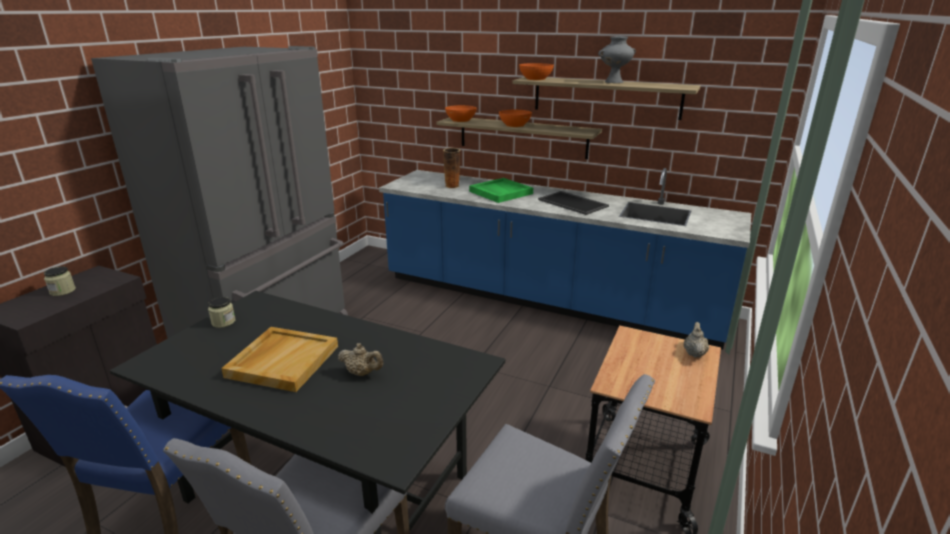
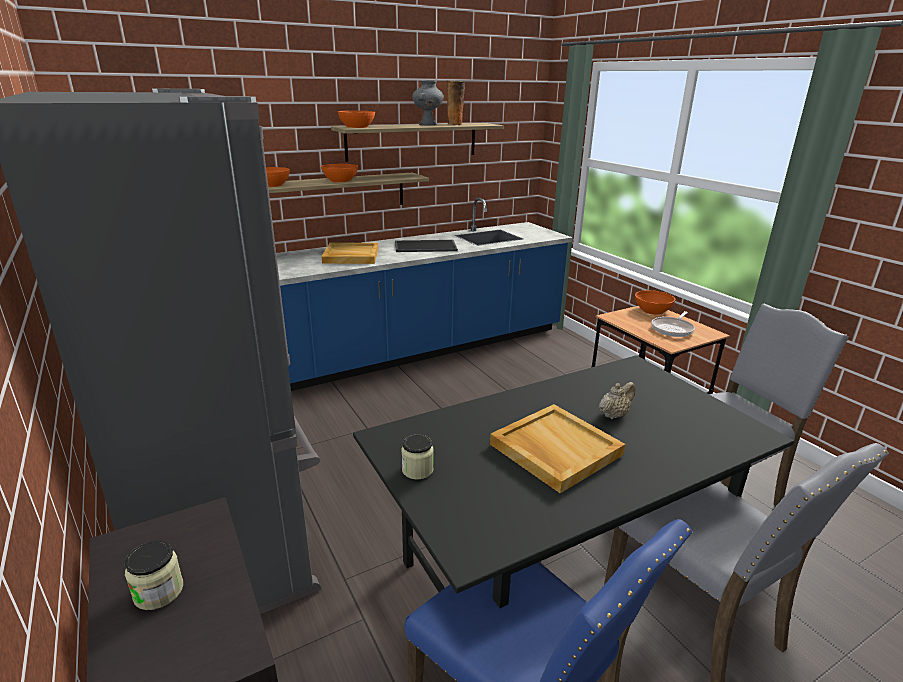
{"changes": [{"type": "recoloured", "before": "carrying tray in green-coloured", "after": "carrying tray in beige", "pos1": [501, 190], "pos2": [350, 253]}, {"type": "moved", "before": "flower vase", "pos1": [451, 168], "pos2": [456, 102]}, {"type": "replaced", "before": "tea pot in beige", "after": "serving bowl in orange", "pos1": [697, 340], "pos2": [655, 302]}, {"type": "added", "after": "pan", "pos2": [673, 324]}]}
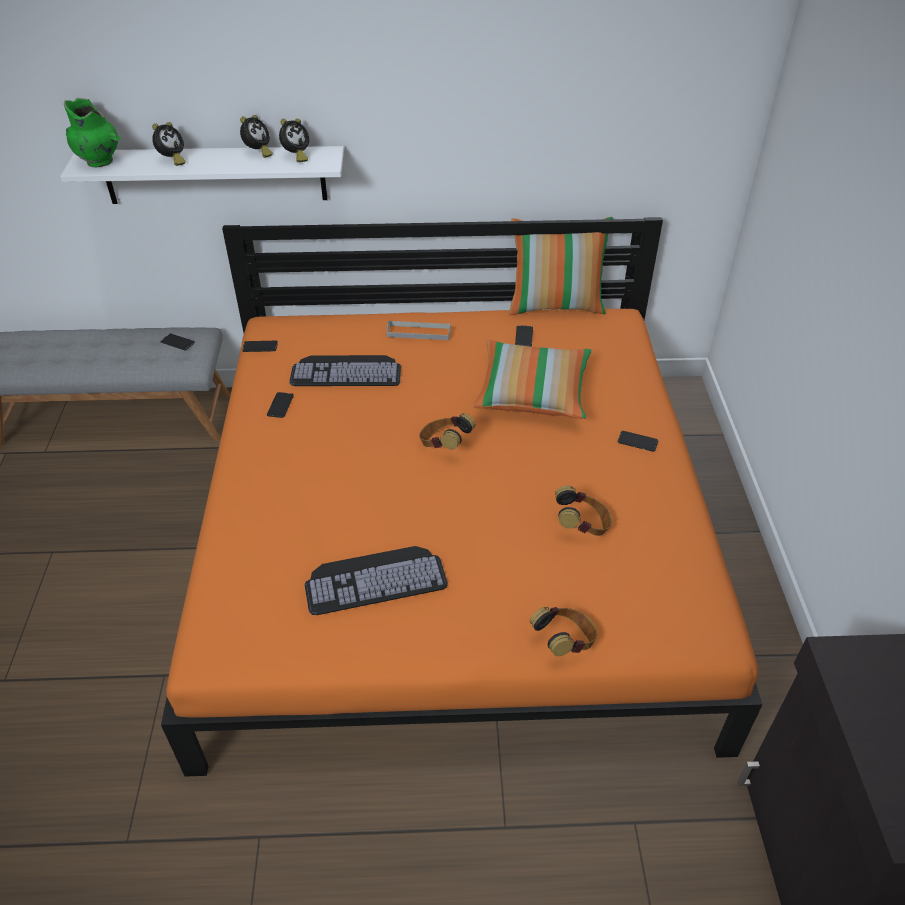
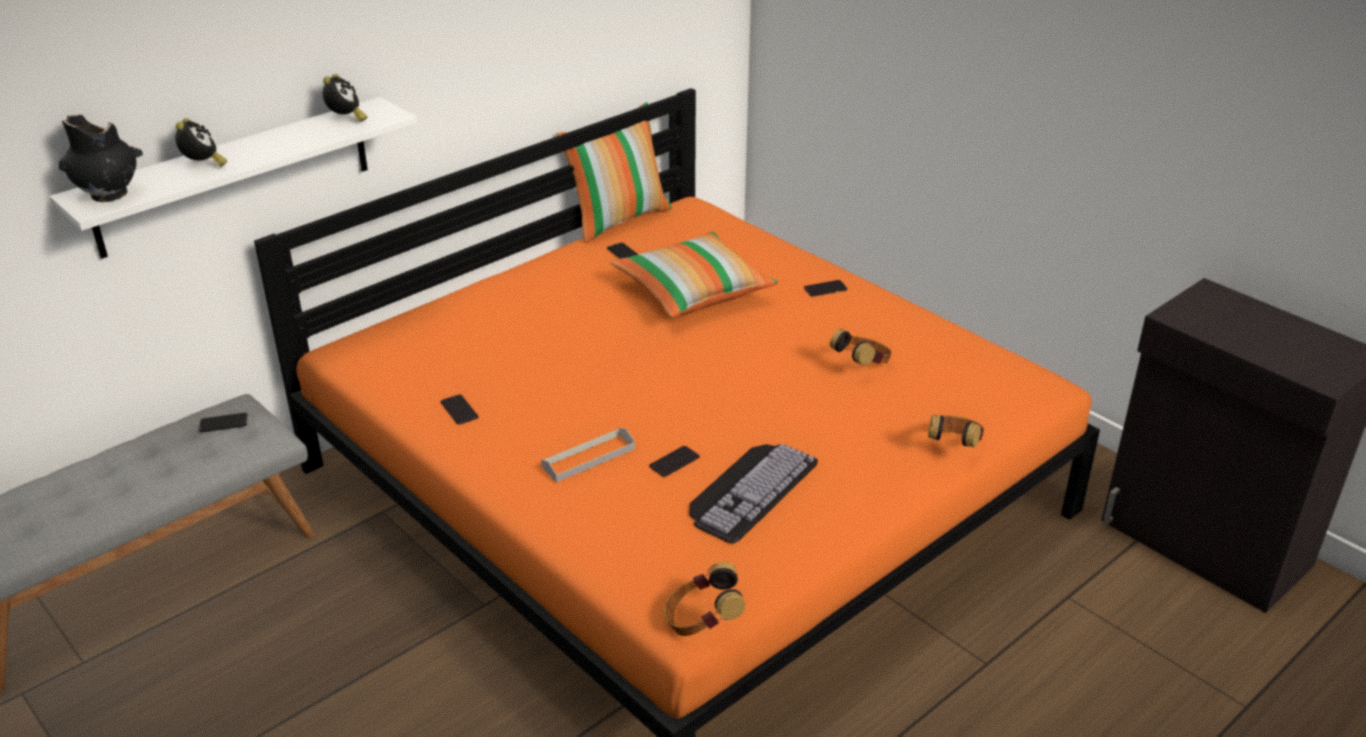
{"changes": [{"type": "recoloured", "before": "flower vase in green-coloured", "after": "flower vase in black", "pos1": [92, 132], "pos2": [101, 158]}, {"type": "moved", "before": "carrying tray in greyish", "pos1": [419, 330], "pos2": [588, 455]}, {"type": "moved", "before": "telephone", "pos1": [260, 346], "pos2": [674, 461]}, {"type": "moved", "before": "headset", "pos1": [447, 432], "pos2": [704, 599]}, {"type": "removed", "before": "table clock", "pos1": [256, 136]}, {"type": "removed", "before": "computer keyboard", "pos1": [345, 370]}]}
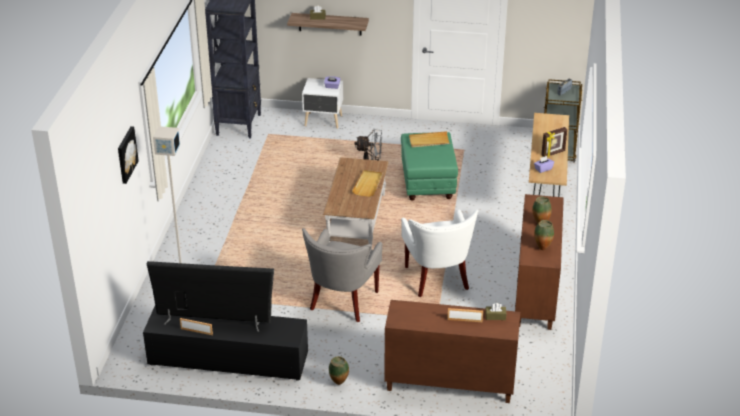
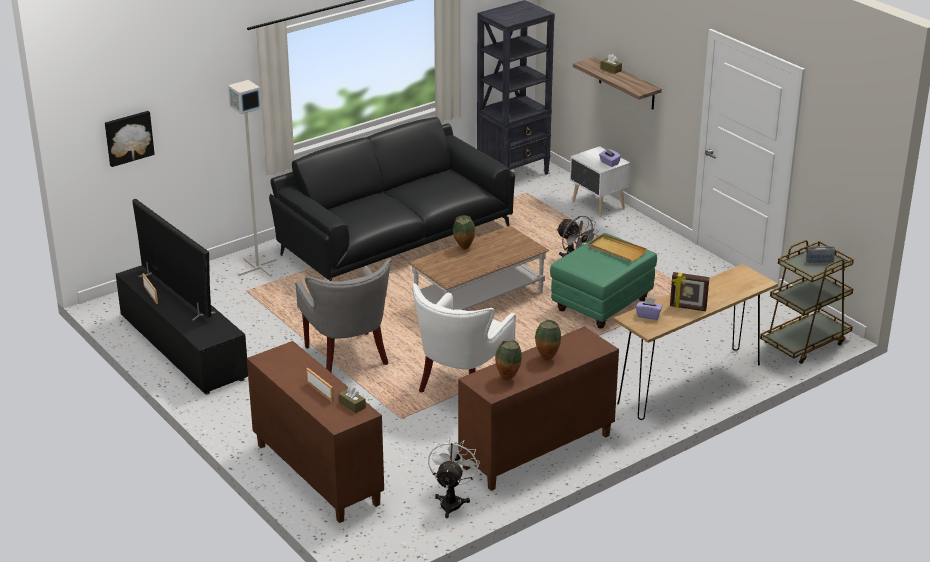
{"changes": [{"type": "moved", "before": "picture", "pos1": [128, 155], "pos2": [130, 139]}, {"type": "added", "after": "settee in black", "pos2": [392, 199]}, {"type": "turned", "before": "lounge chair in greyish", "pos1": [342, 275], "pos2": [343, 315], "turn": -90}, {"type": "added", "after": "fan in white-coloured", "pos2": [454, 477]}, {"type": "moved", "before": "flower vase", "pos1": [339, 370], "pos2": [464, 232]}, {"type": "removed", "before": "carrying tray in beige", "pos1": [367, 183]}]}
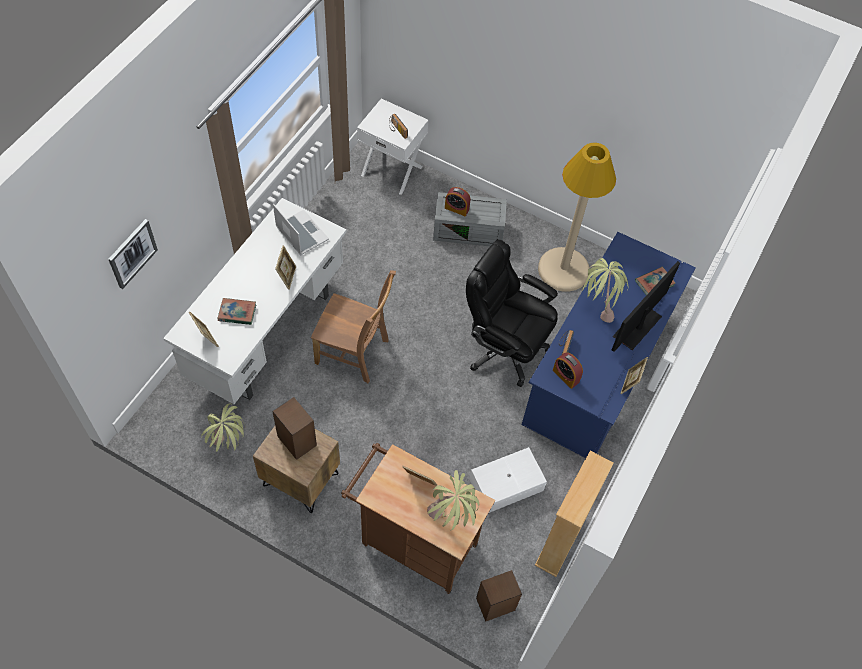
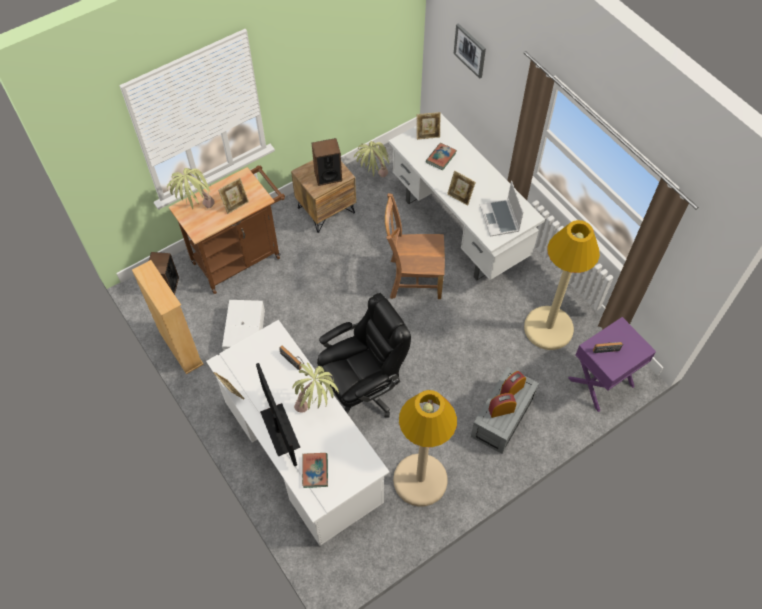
{"changes": [{"type": "recoloured", "before": "desk table in blue-coloured", "after": "desk table in white-coloured", "pos1": [609, 345], "pos2": [298, 433]}, {"type": "turned", "before": "chair in brown", "pos1": [353, 326], "pos2": [415, 246], "turn": 45}, {"type": "turned", "before": "notebook computer", "pos1": [301, 229], "pos2": [501, 209], "turn": 90}, {"type": "moved", "before": "table clock", "pos1": [568, 370], "pos2": [503, 405]}, {"type": "added", "after": "floor lamp in beige", "pos2": [562, 285]}, {"type": "recoloured", "before": "night table in white-coloured", "after": "night table in purple-coloured", "pos1": [393, 146], "pos2": [612, 364]}]}
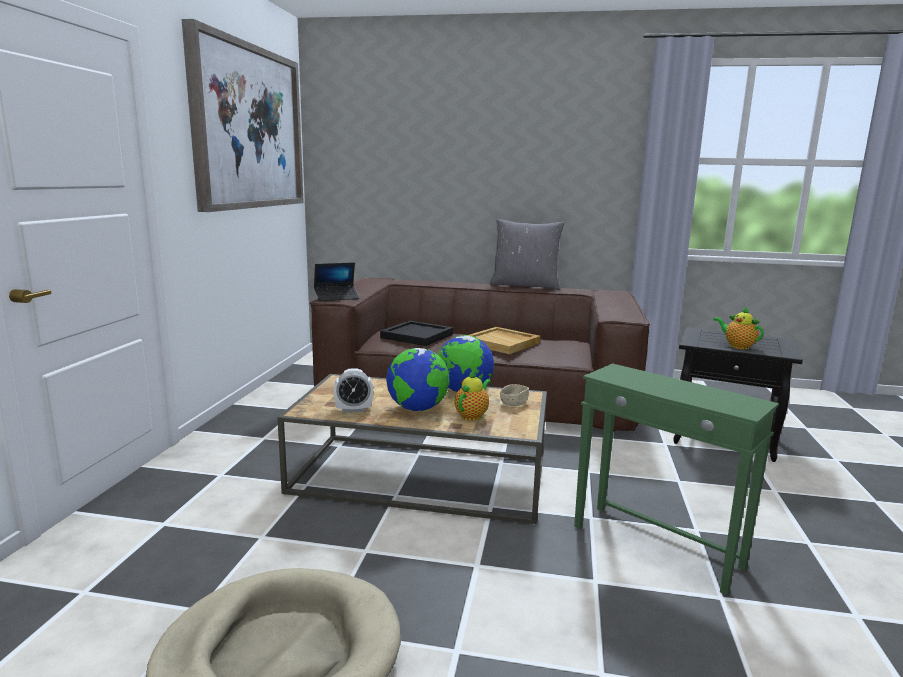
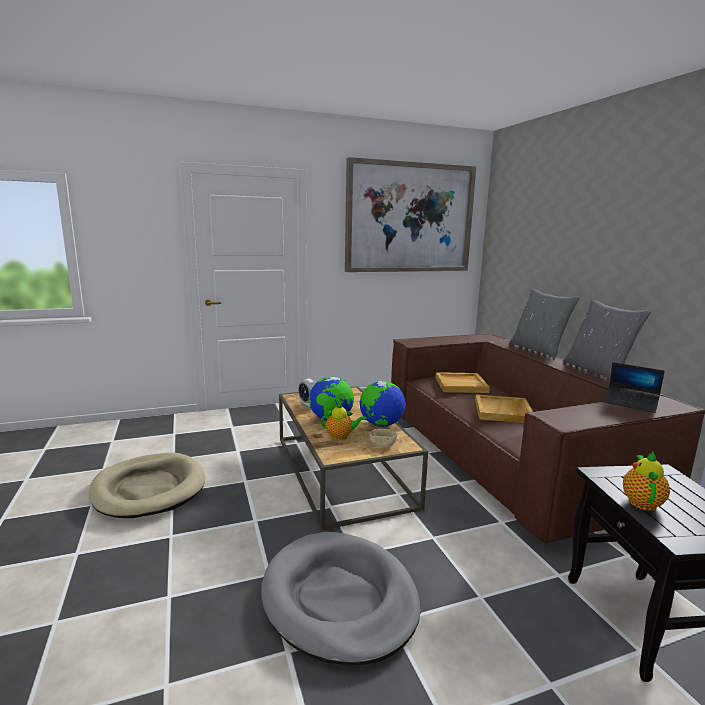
{"changes": [{"type": "replaced", "before": "end table in green-coloured", "after": "pet bed in greyish", "pos1": [676, 479], "pos2": [340, 599]}, {"type": "recoloured", "before": "carrying tray in black", "after": "carrying tray in beige", "pos1": [416, 333], "pos2": [462, 382]}, {"type": "added", "after": "cushion in greyish", "pos2": [545, 323]}, {"type": "moved", "before": "notebook computer", "pos1": [336, 281], "pos2": [634, 387]}]}
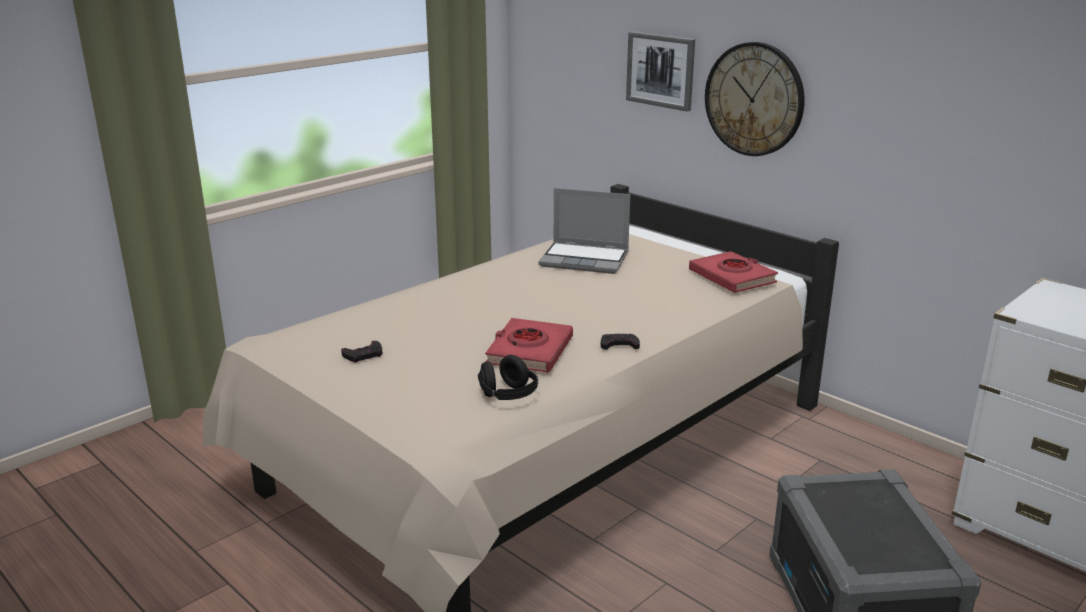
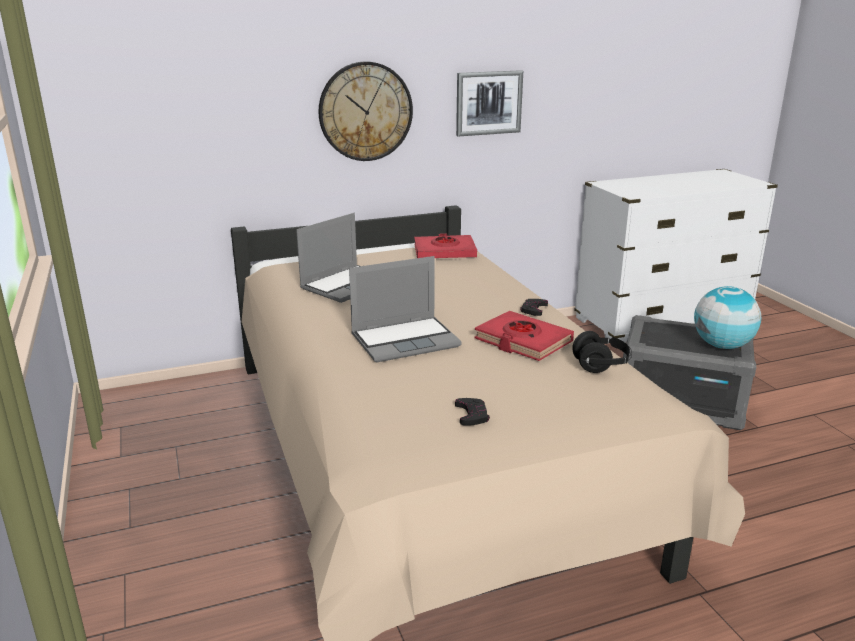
{"changes": [{"type": "added", "after": "notebook computer", "pos2": [405, 309]}, {"type": "moved", "before": "picture", "pos1": [660, 72], "pos2": [489, 103]}, {"type": "added", "after": "world globe", "pos2": [727, 317]}]}
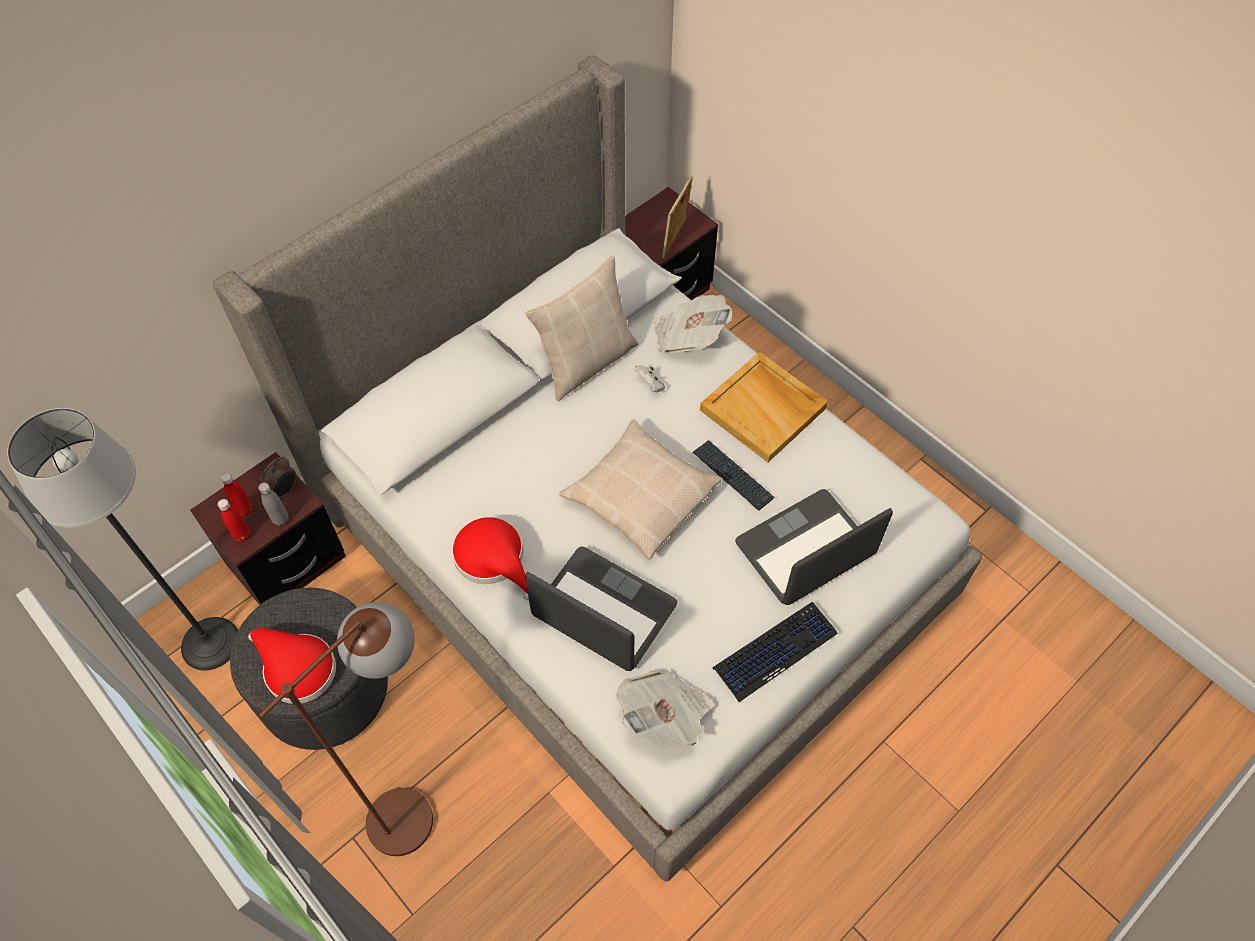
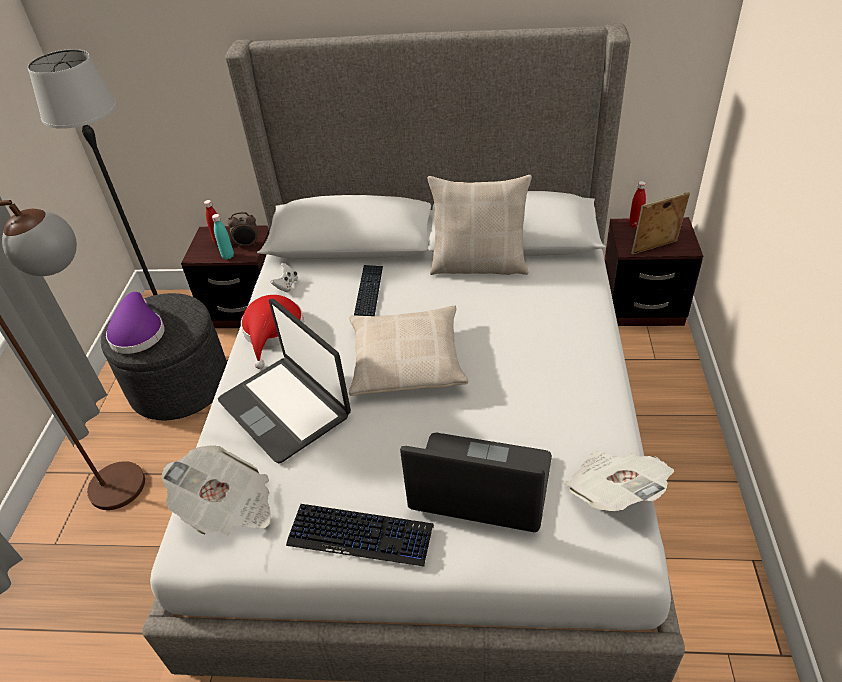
{"changes": [{"type": "recoloured", "before": "clothing hat in red", "after": "clothing hat in purple-coloured", "pos1": [292, 666], "pos2": [135, 323]}, {"type": "recoloured", "before": "drink bottle in greyish", "after": "drink bottle in blue-green", "pos1": [273, 504], "pos2": [223, 237]}, {"type": "turned", "before": "notebook computer", "pos1": [601, 609], "pos2": [284, 381], "turn": 150}, {"type": "moved", "before": "joypad in white-coloured", "pos1": [649, 378], "pos2": [284, 277]}, {"type": "moved", "before": "computer keyboard", "pos1": [733, 475], "pos2": [368, 290]}, {"type": "moved", "before": "printed paper", "pos1": [693, 324], "pos2": [619, 481]}, {"type": "moved", "before": "drink bottle in red", "pos1": [234, 520], "pos2": [637, 204]}, {"type": "removed", "before": "carrying tray in beige", "pos1": [764, 407]}]}
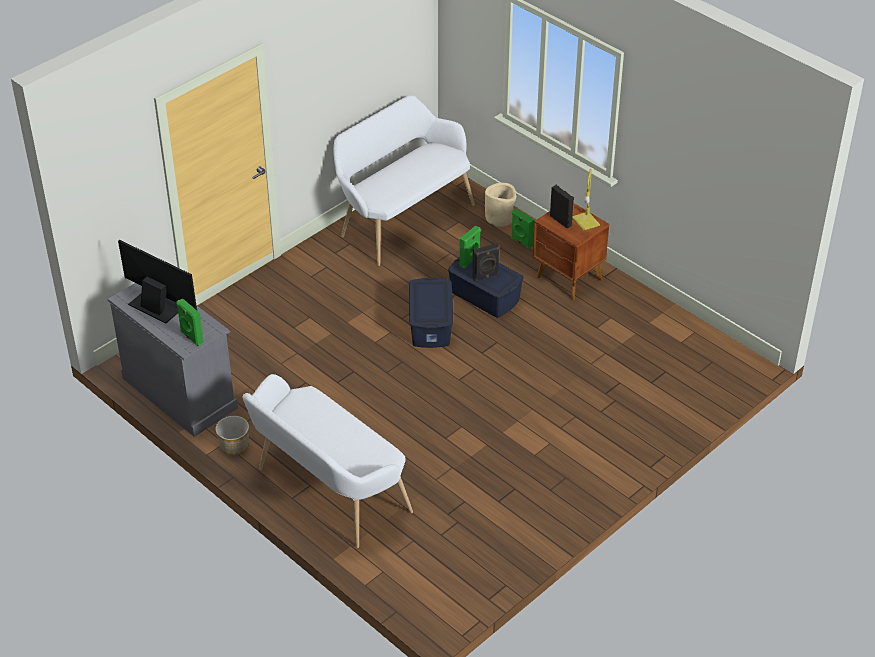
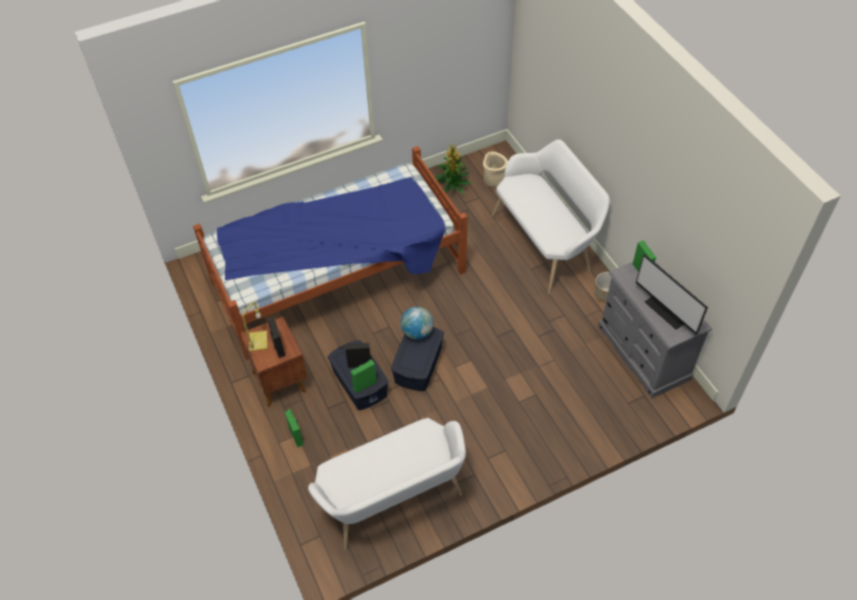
{"changes": [{"type": "added", "after": "bedroom bed", "pos2": [330, 253]}, {"type": "added", "after": "world globe", "pos2": [417, 323]}, {"type": "added", "after": "potted plant", "pos2": [453, 168]}, {"type": "moved", "before": "plant pot in beige", "pos1": [500, 205], "pos2": [495, 169]}]}
